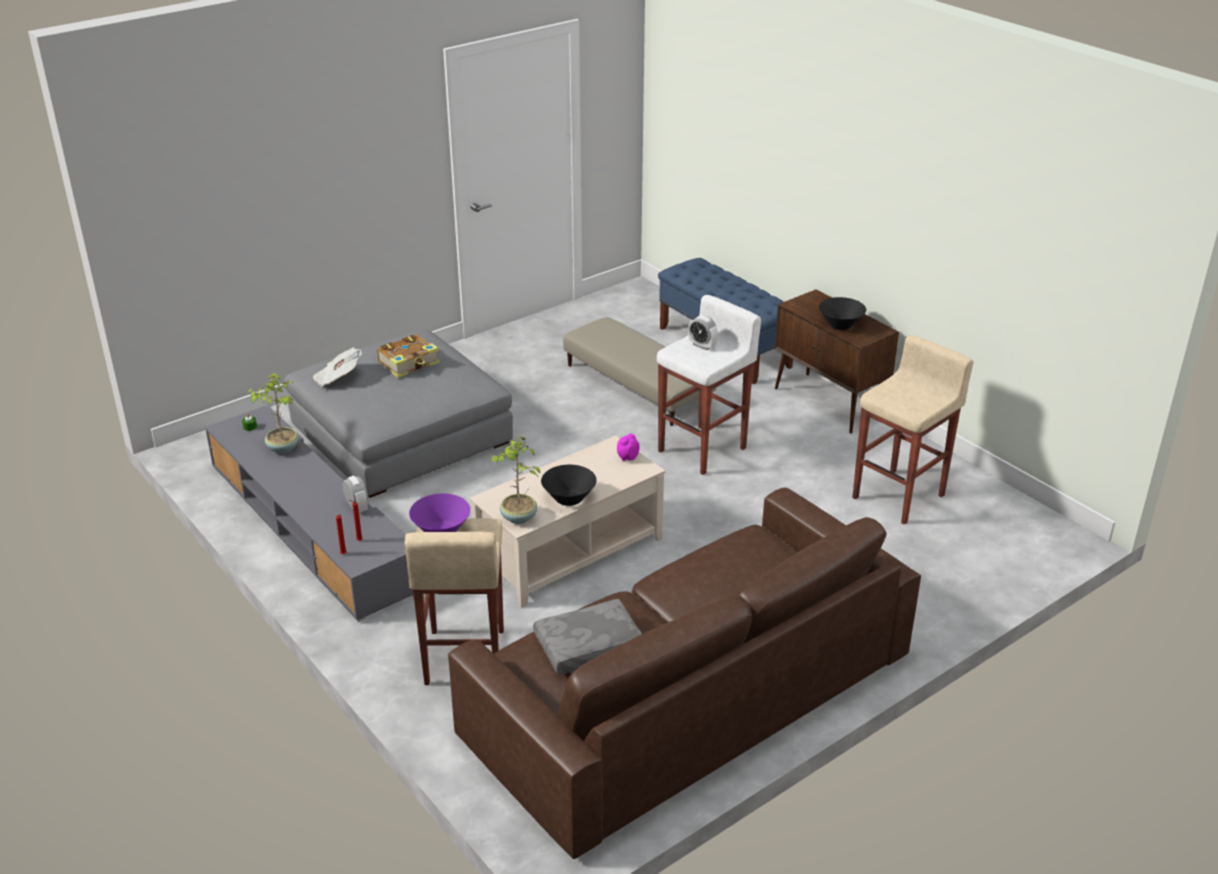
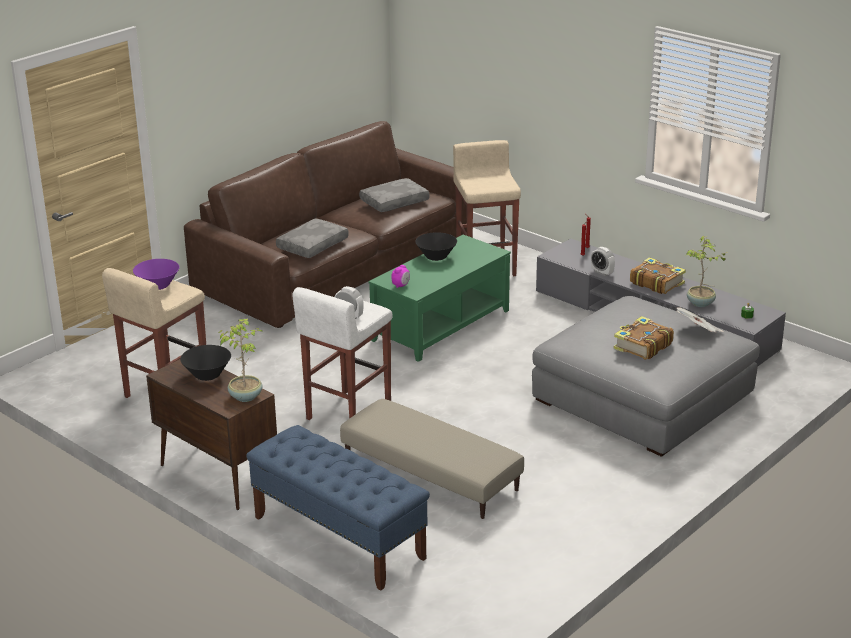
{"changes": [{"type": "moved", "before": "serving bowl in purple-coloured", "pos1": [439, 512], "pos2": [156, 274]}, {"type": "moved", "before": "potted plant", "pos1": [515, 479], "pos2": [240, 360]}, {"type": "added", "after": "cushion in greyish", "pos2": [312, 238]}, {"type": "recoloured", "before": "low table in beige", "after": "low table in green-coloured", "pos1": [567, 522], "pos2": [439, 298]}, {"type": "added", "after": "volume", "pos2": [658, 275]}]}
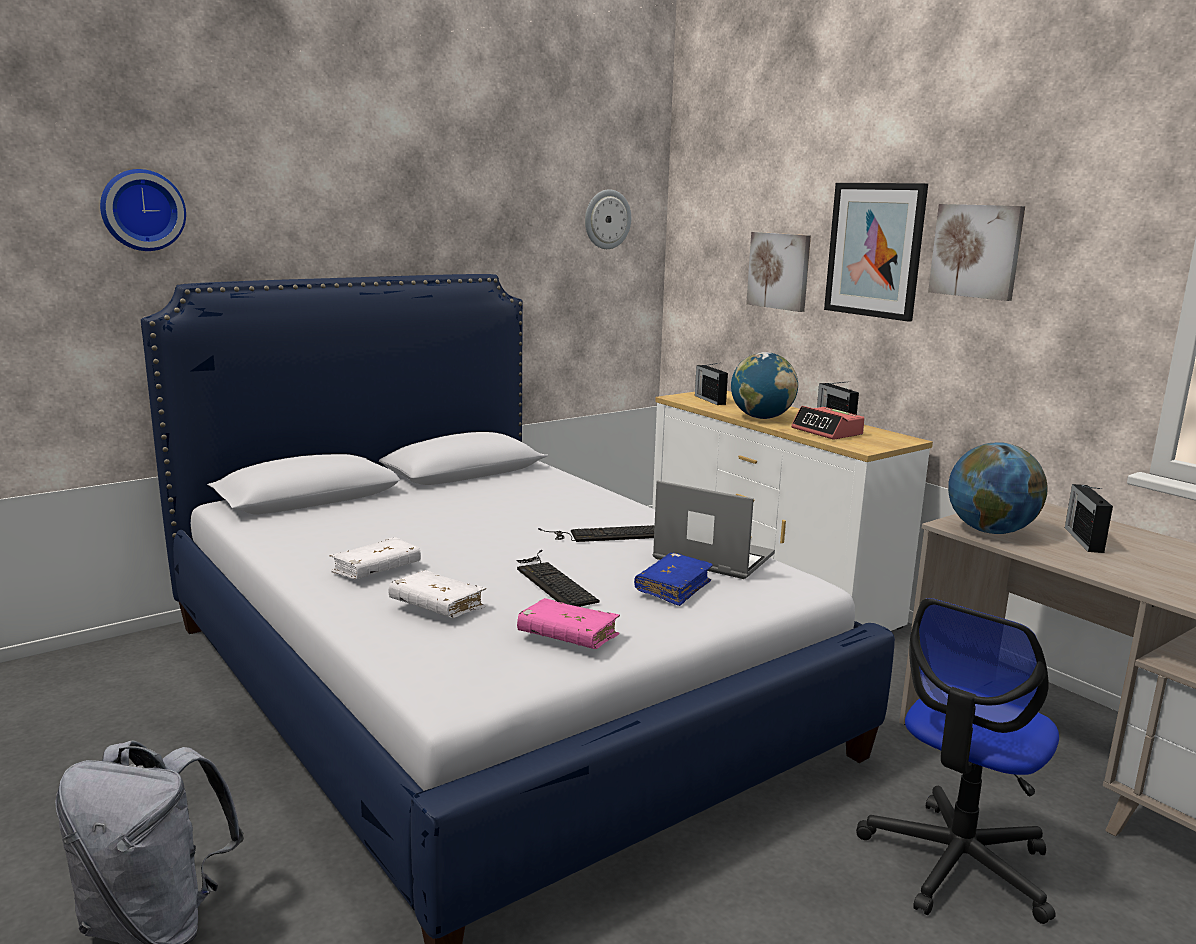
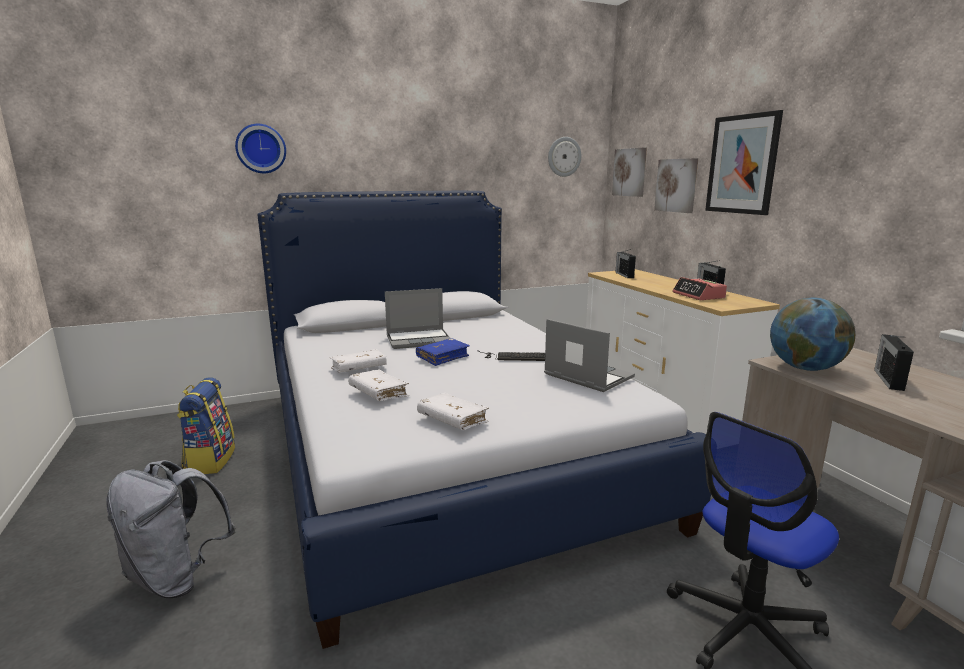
{"changes": [{"type": "added", "after": "rucksack", "pos2": [206, 425]}, {"type": "added", "after": "notebook computer", "pos2": [417, 318]}, {"type": "moved", "before": "volume in blue-coloured", "pos1": [673, 579], "pos2": [443, 352]}, {"type": "recoloured", "before": "volume in pink-coloured", "after": "volume in white-coloured", "pos1": [568, 623], "pos2": [453, 411]}, {"type": "moved", "before": "picture", "pos1": [976, 252], "pos2": [629, 172]}, {"type": "removed", "before": "computer keyboard", "pos1": [558, 578]}, {"type": "removed", "before": "world globe", "pos1": [764, 385]}]}
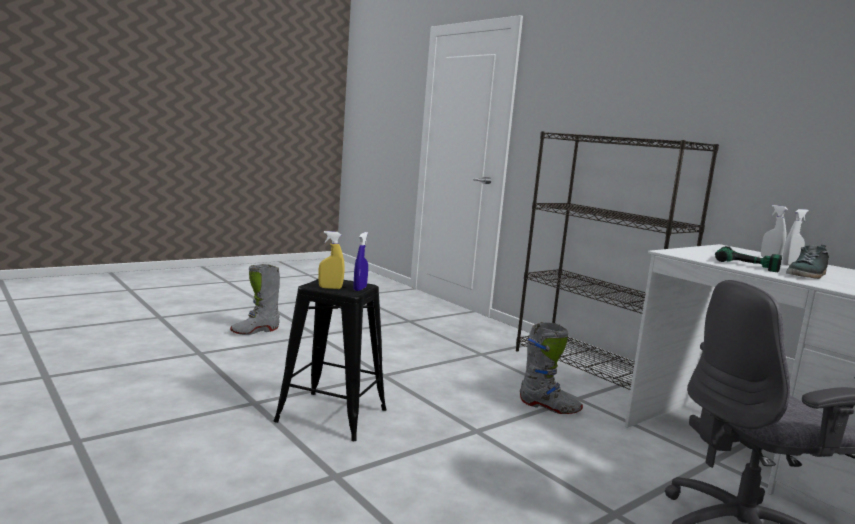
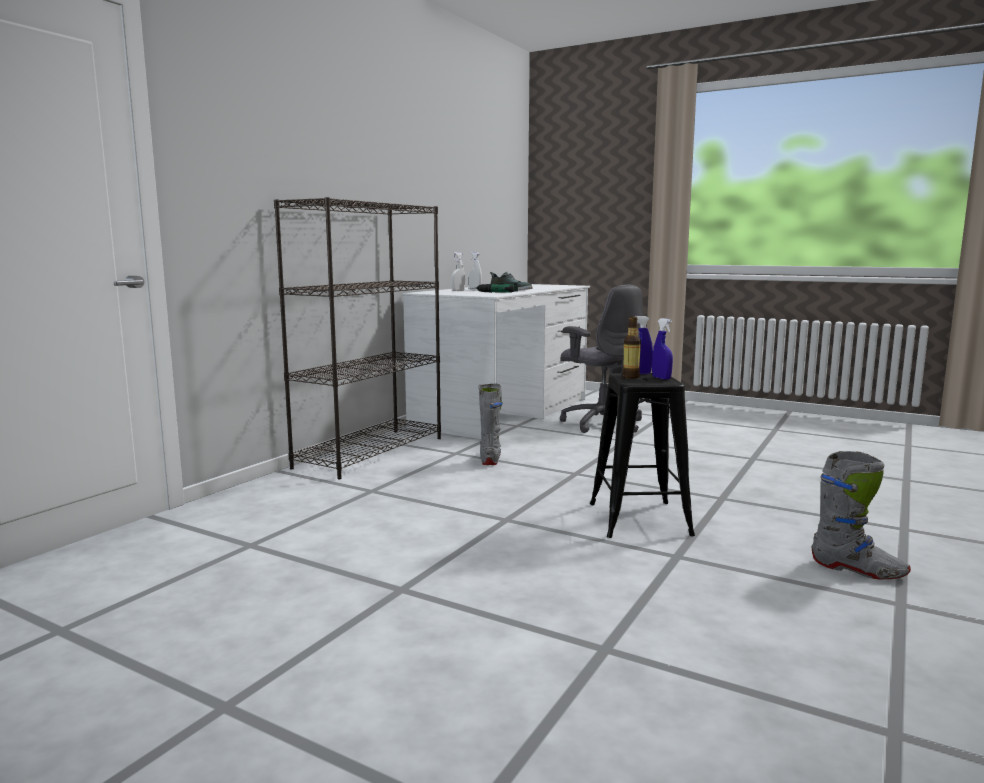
{"changes": [{"type": "added", "after": "drink bottle", "pos2": [631, 347]}, {"type": "recoloured", "before": "spray bottle in yellow", "after": "spray bottle in blue-coloured", "pos1": [331, 260], "pos2": [662, 349]}, {"type": "moved", "before": "boot in greyish", "pos1": [255, 299], "pos2": [861, 515]}]}
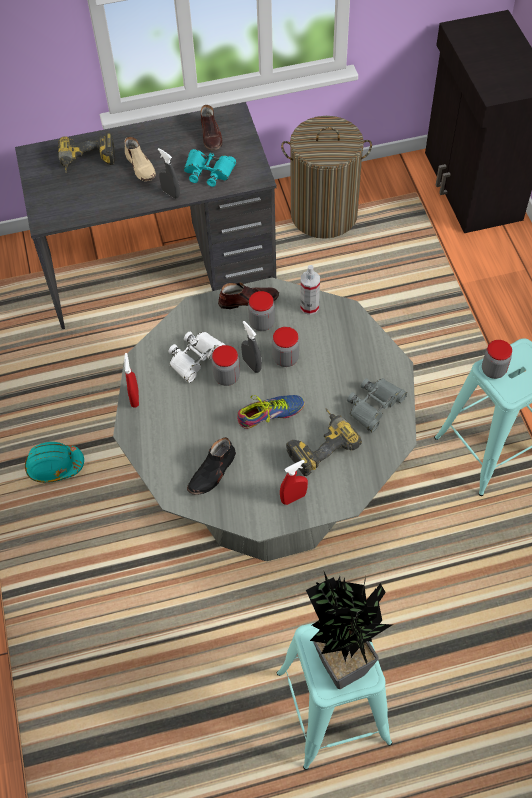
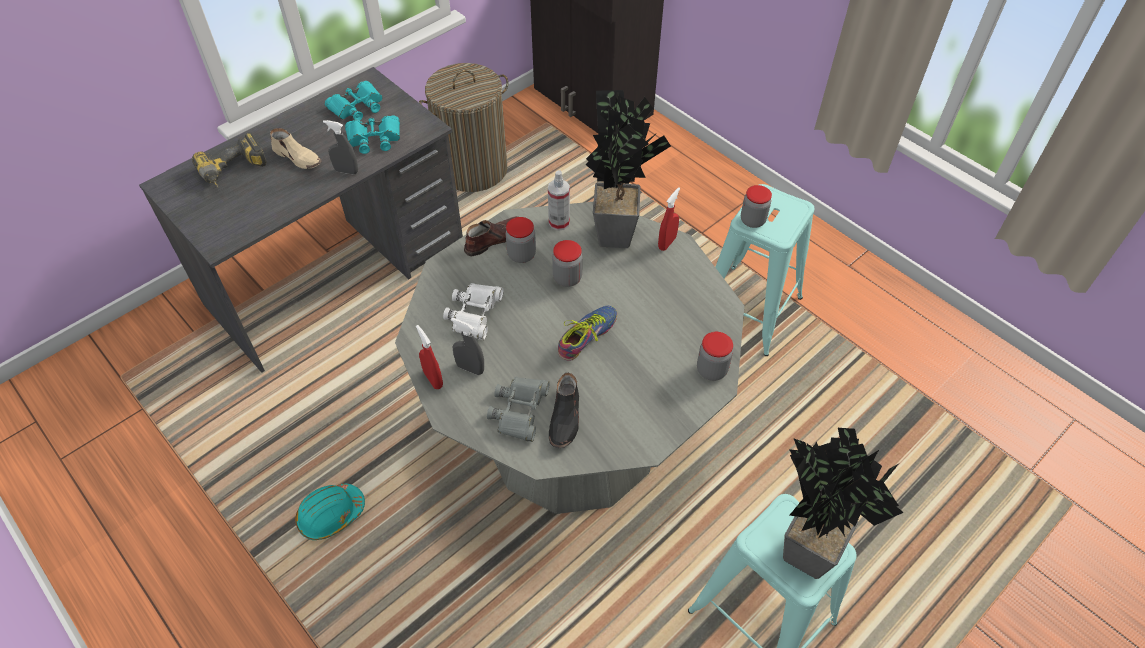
{"changes": [{"type": "replaced", "before": "item of footwear in brown", "after": "binoculars in blue-green", "pos1": [212, 128], "pos2": [353, 101]}, {"type": "moved", "before": "spray bottle in greyish", "pos1": [251, 347], "pos2": [467, 346]}, {"type": "moved", "before": "binoculars in greyish", "pos1": [377, 405], "pos2": [518, 409]}, {"type": "added", "after": "potted plant", "pos2": [628, 169]}, {"type": "moved", "before": "spray bottle in red", "pos1": [294, 482], "pos2": [669, 219]}, {"type": "moved", "before": "storage jar", "pos1": [226, 365], "pos2": [715, 356]}, {"type": "removed", "before": "power drill", "pos1": [324, 442]}]}
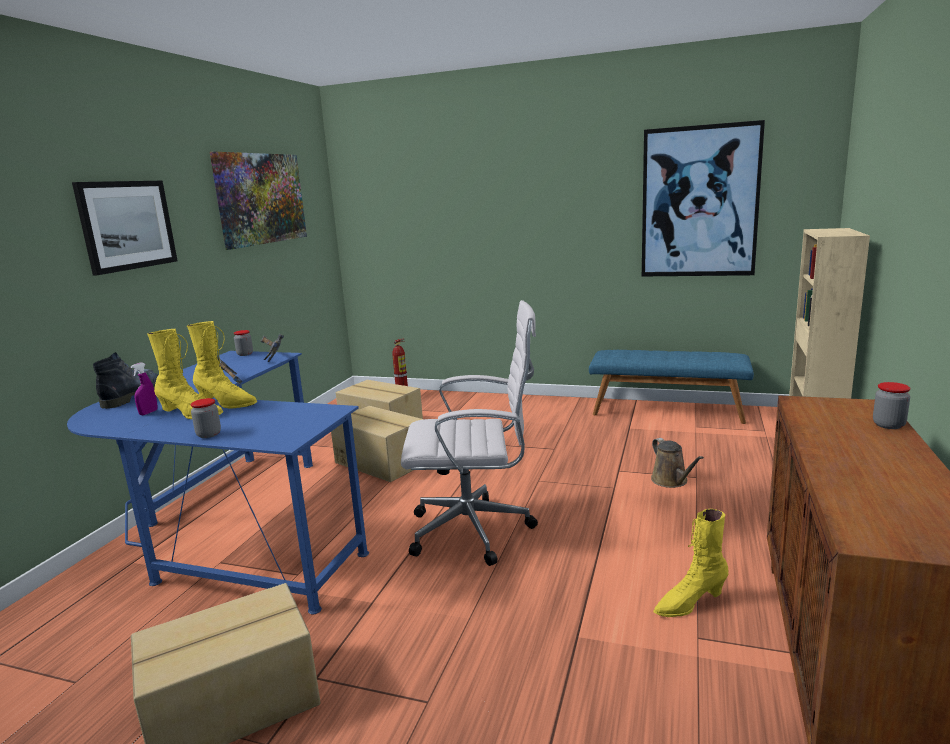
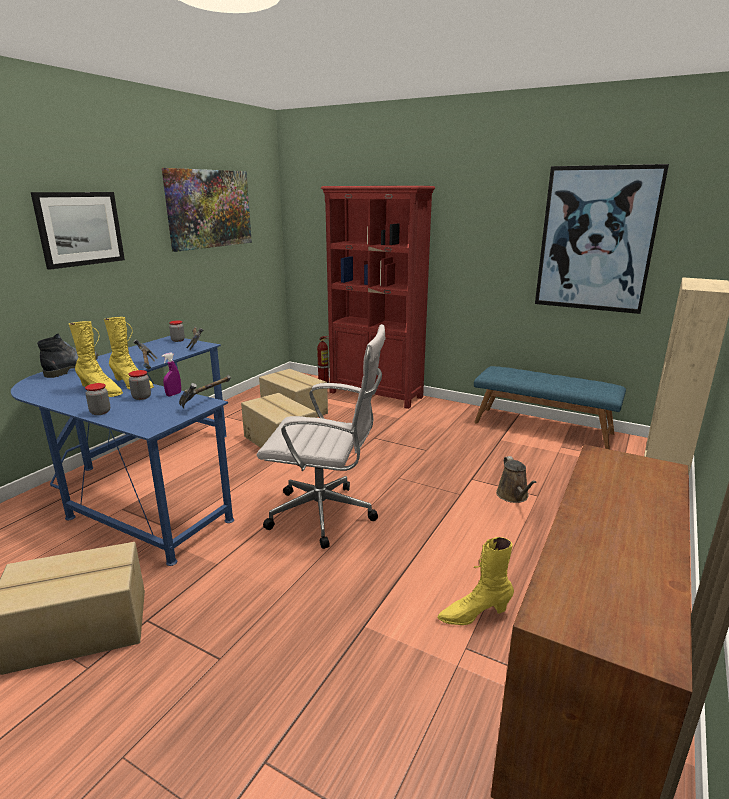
{"changes": [{"type": "moved", "before": "storage jar", "pos1": [891, 405], "pos2": [140, 385]}, {"type": "moved", "before": "spray bottle in purple-coloured", "pos1": [144, 388], "pos2": [171, 374]}, {"type": "added", "after": "hand hammer", "pos2": [205, 391]}, {"type": "added", "after": "bookcase in red", "pos2": [378, 297]}]}
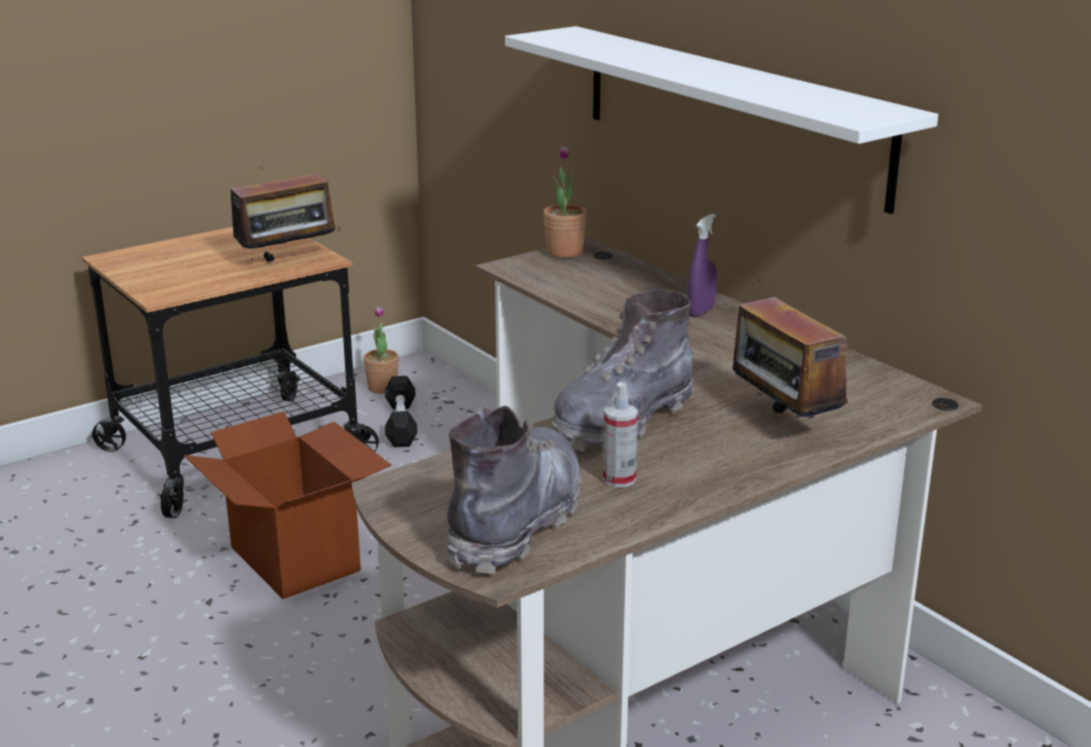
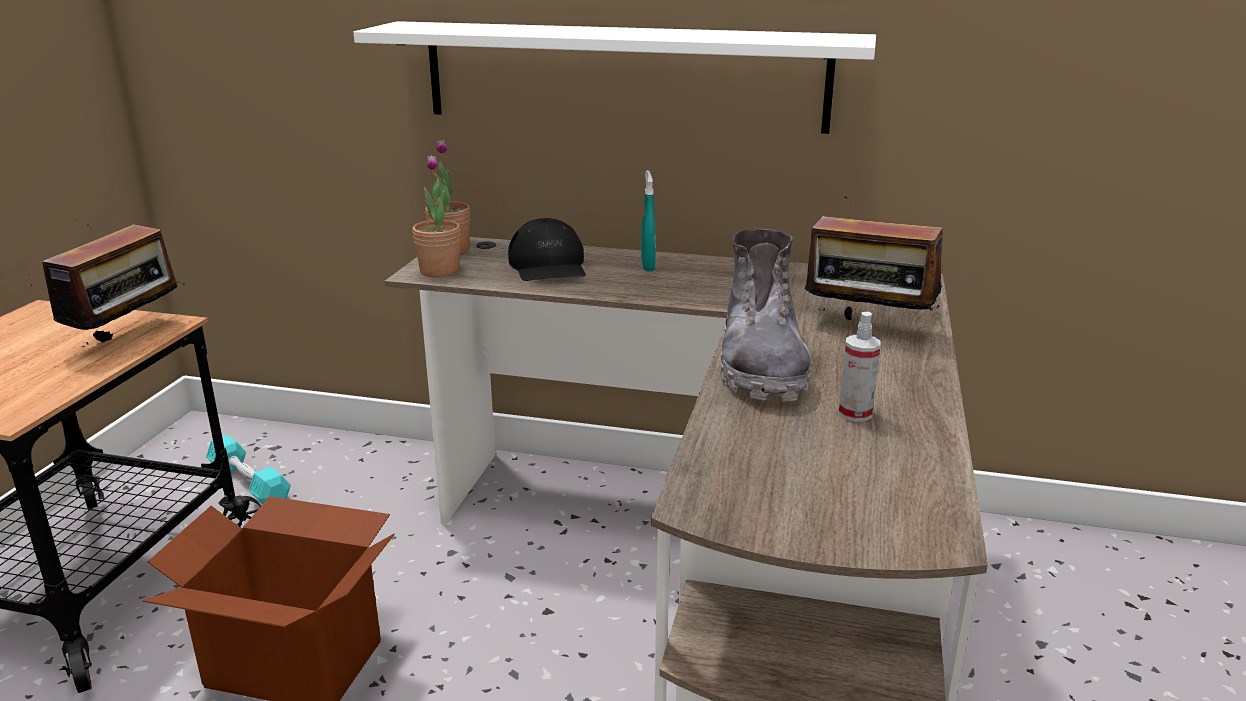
{"changes": [{"type": "recoloured", "before": "free weight in black", "after": "free weight in blue-green", "pos1": [401, 411], "pos2": [248, 469]}, {"type": "moved", "before": "potted plant", "pos1": [381, 350], "pos2": [436, 216]}, {"type": "added", "after": "baseball cap in black", "pos2": [547, 249]}, {"type": "recoloured", "before": "spray bottle in purple-coloured", "after": "spray bottle in blue-green", "pos1": [702, 265], "pos2": [648, 220]}, {"type": "removed", "before": "boot in greyish", "pos1": [514, 489]}]}
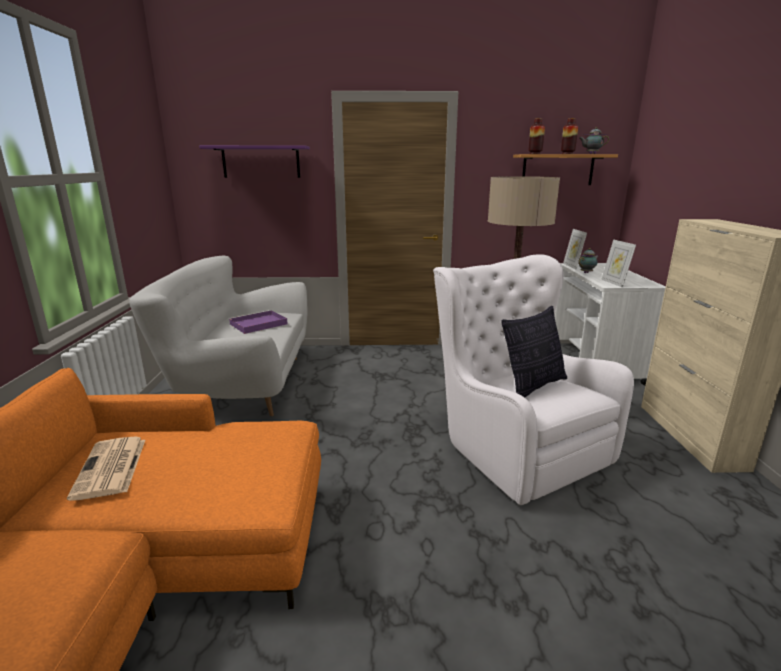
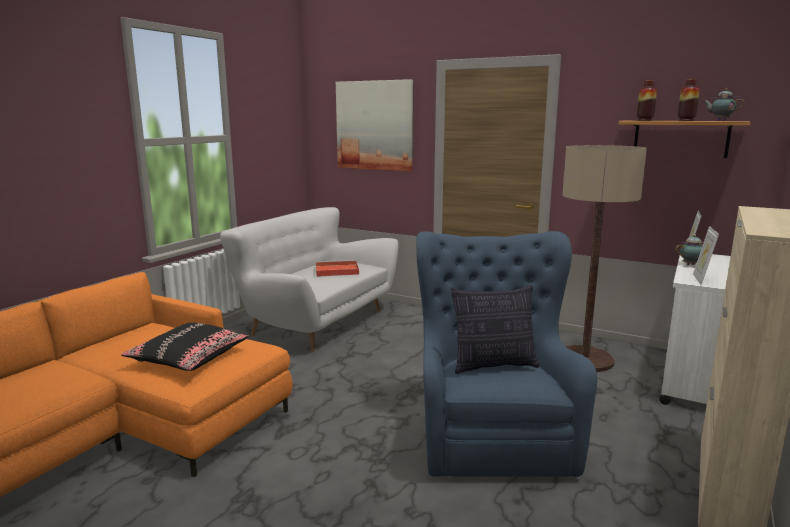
{"changes": [{"type": "added", "after": "cushion in black", "pos2": [185, 347]}, {"type": "recoloured", "before": "carrying tray in purple-coloured", "after": "carrying tray in red", "pos1": [258, 322], "pos2": [337, 268]}, {"type": "replaced", "before": "wall shelf in purple-coloured", "after": "picture", "pos1": [254, 161], "pos2": [374, 125]}, {"type": "recoloured", "before": "lounge chair in white-coloured", "after": "lounge chair in blue-coloured", "pos1": [533, 379], "pos2": [506, 354]}, {"type": "removed", "before": "printed paper", "pos1": [106, 468]}]}
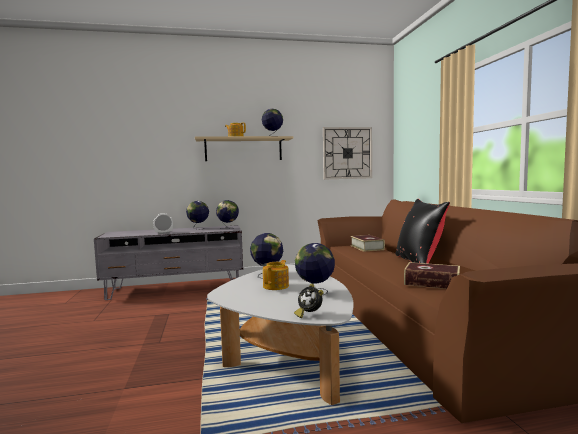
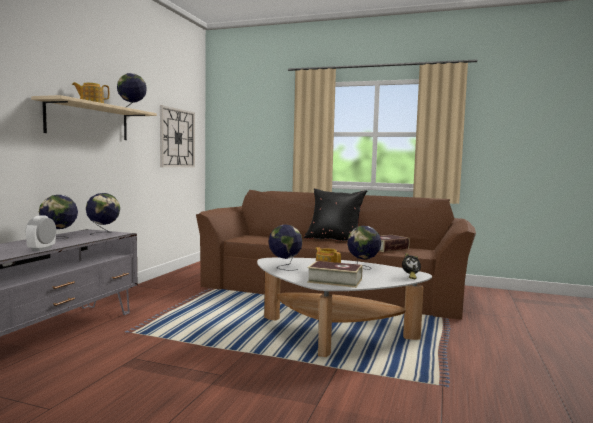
{"changes": [{"type": "moved", "before": "volume", "pos1": [367, 243], "pos2": [335, 274]}]}
